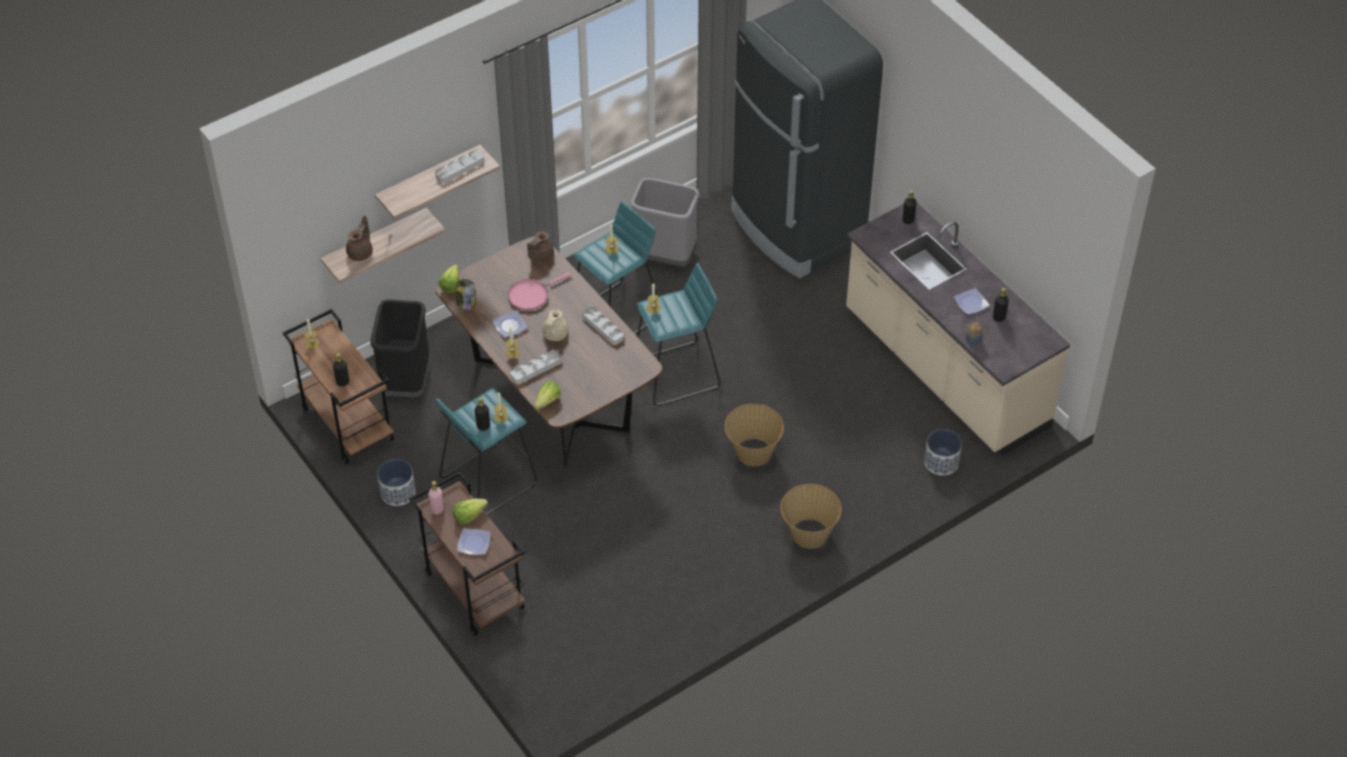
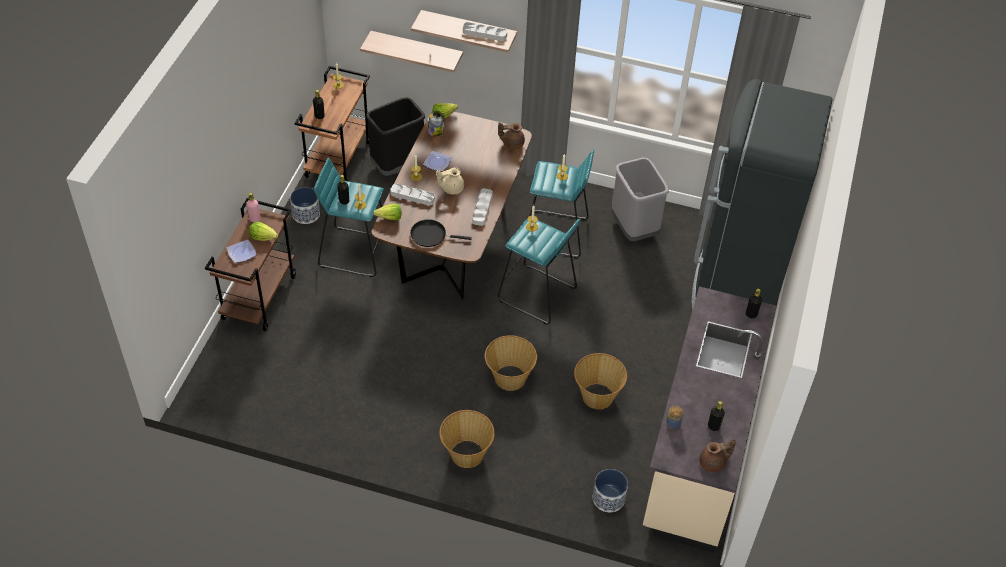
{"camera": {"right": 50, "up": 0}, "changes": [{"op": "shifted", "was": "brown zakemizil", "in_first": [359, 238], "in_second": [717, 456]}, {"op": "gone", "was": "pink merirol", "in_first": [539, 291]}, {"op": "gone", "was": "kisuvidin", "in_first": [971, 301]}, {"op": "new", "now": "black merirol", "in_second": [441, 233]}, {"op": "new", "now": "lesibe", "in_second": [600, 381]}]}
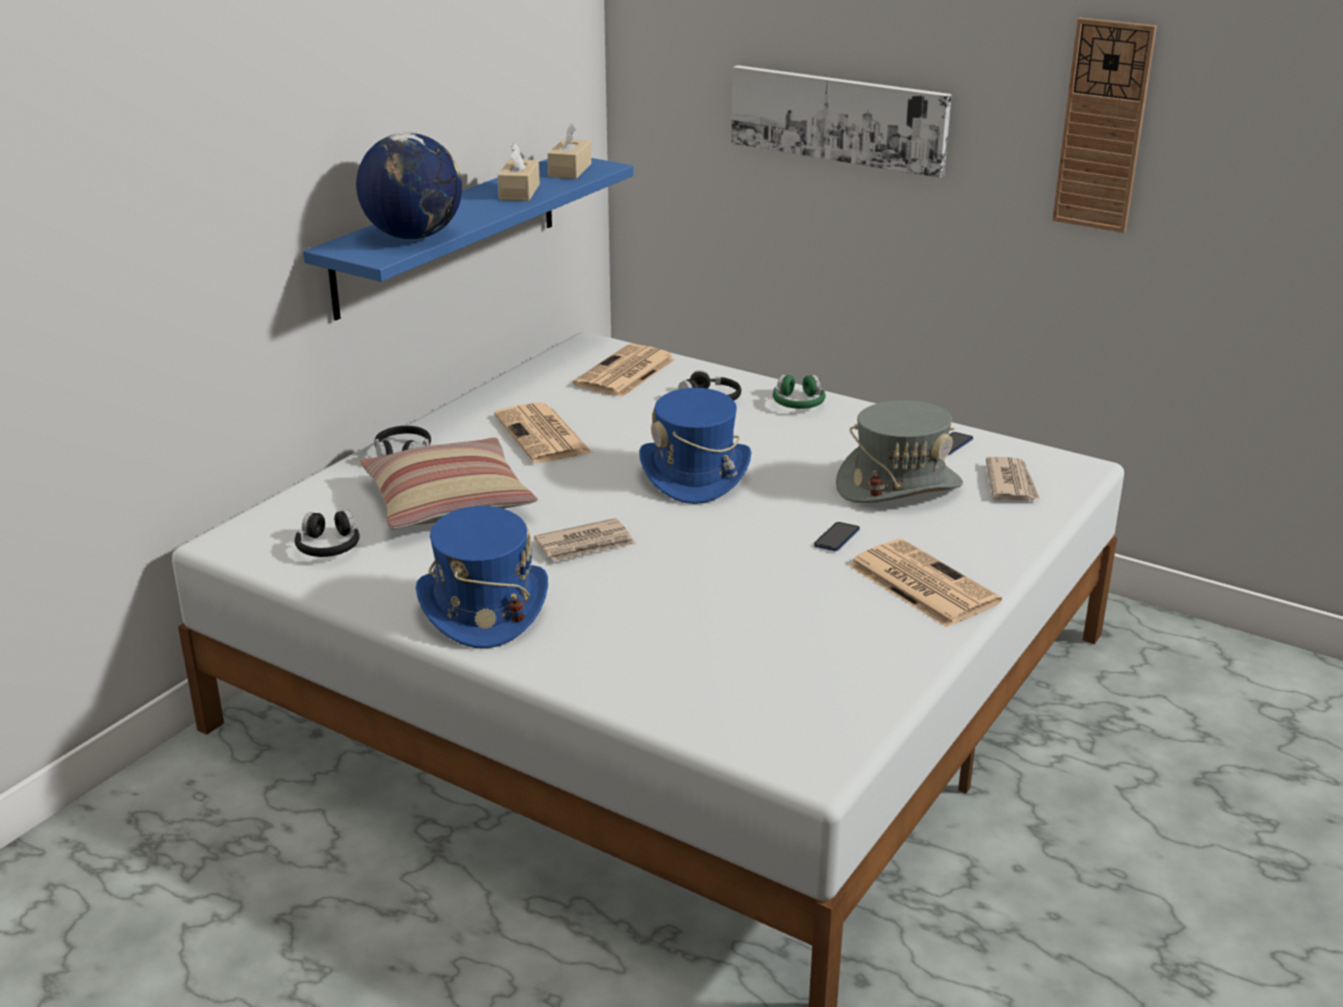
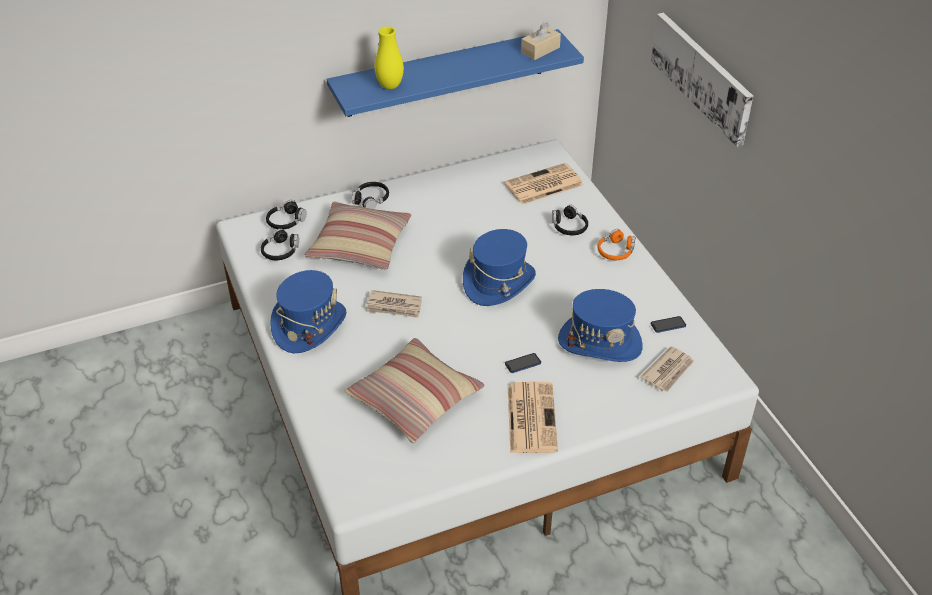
{"camera": {"right": 35, "up": 15}, "changes": [{"op": "swapped", "was": "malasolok", "now": "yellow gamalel", "in_first": [409, 186], "in_second": [389, 58]}, {"op": "gone", "was": "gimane", "in_first": [543, 432]}, {"op": "gone", "was": "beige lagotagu", "in_first": [519, 172]}, {"op": "repainted", "was": "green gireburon", "now": "orange gireburon", "in_first": [799, 391], "in_second": [616, 244]}, {"op": "repainted", "was": "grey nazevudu", "now": "blue nazevudu", "in_first": [899, 451], "in_second": [600, 325]}, {"op": "gone", "was": "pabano", "in_first": [1104, 125]}, {"op": "new", "now": "black gireburon", "in_second": [286, 214]}, {"op": "new", "now": "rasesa", "in_second": [414, 391]}]}
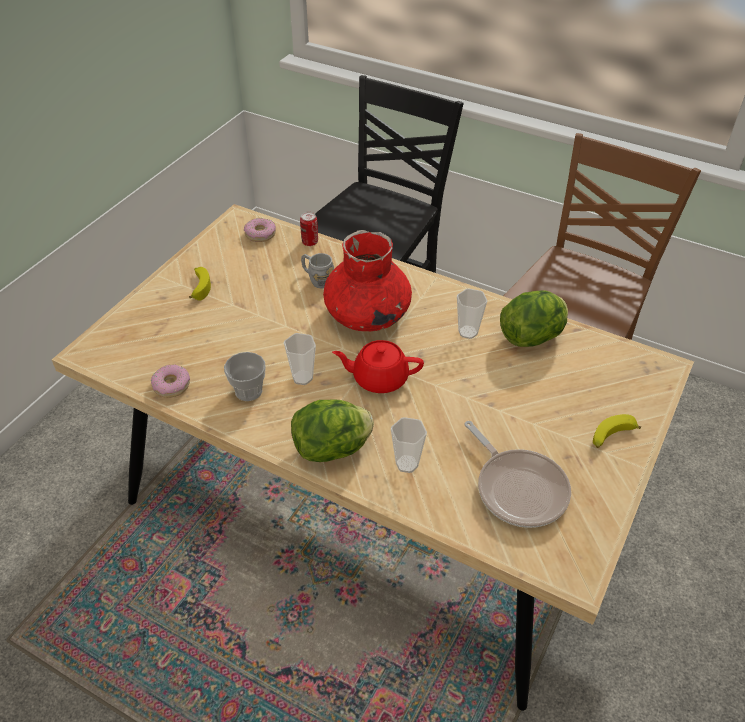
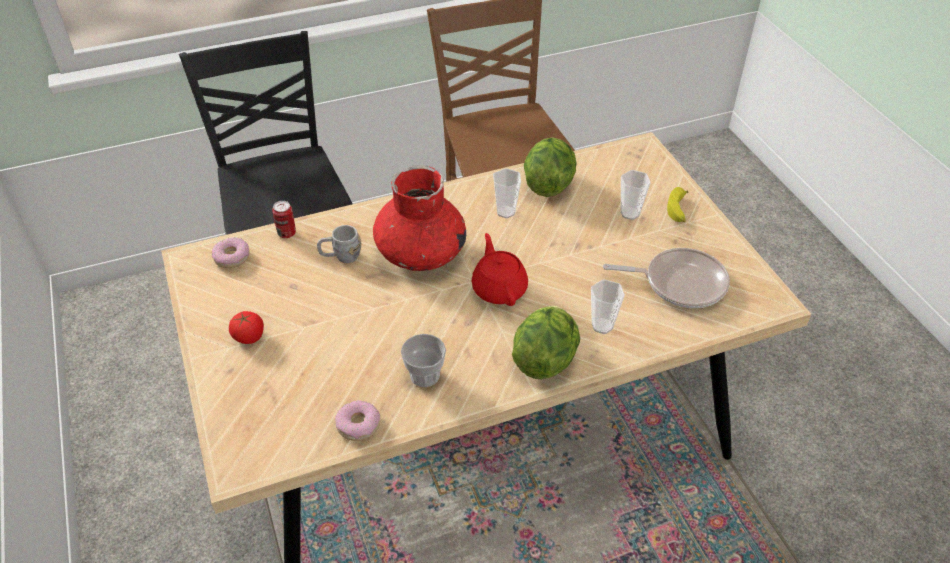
{"camera": {"right": -50, "up": 0}, "changes": [{"op": "swapped", "was": "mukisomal", "now": "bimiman", "in_first": [200, 284], "in_second": [246, 327]}, {"op": "shifted", "was": "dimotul", "in_first": [300, 359], "in_second": [636, 195]}, {"op": "rotated", "was": "red zakemizil", "in_first": [378, 366], "in_second": [500, 269], "clockwise": 120}]}
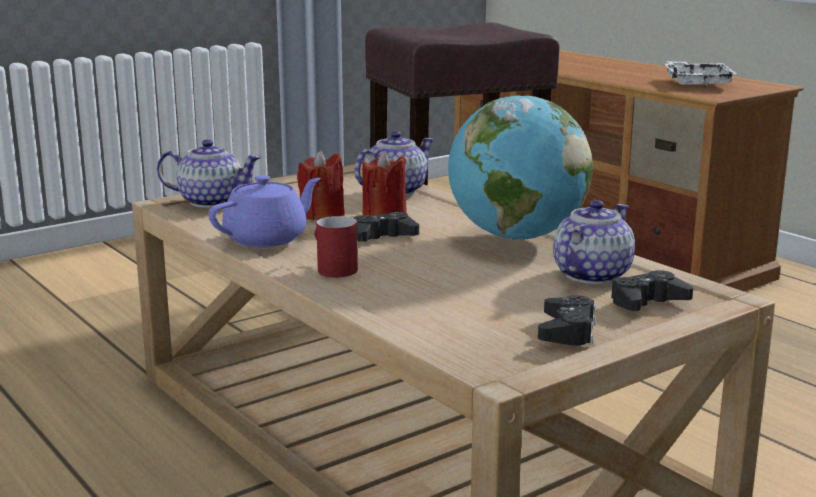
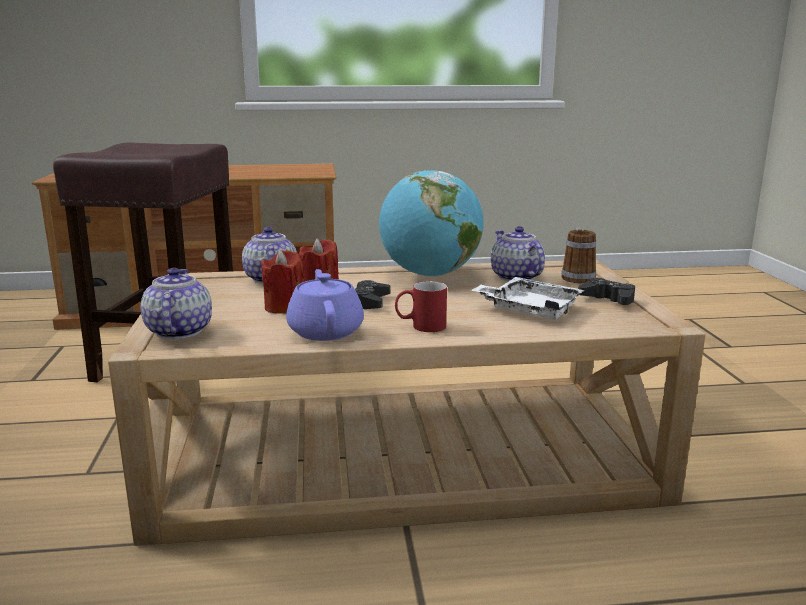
{"camera": {"right": -60, "up": 0}, "changes": [{"op": "rotated", "was": "zakemizil", "in_first": [209, 173], "in_second": [176, 303], "clockwise": -45}, {"op": "swapped", "was": "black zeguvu", "now": "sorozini", "in_first": [652, 290], "in_second": [578, 255]}, {"op": "shifted", "was": "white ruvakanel", "in_first": [700, 74], "in_second": [527, 298]}]}
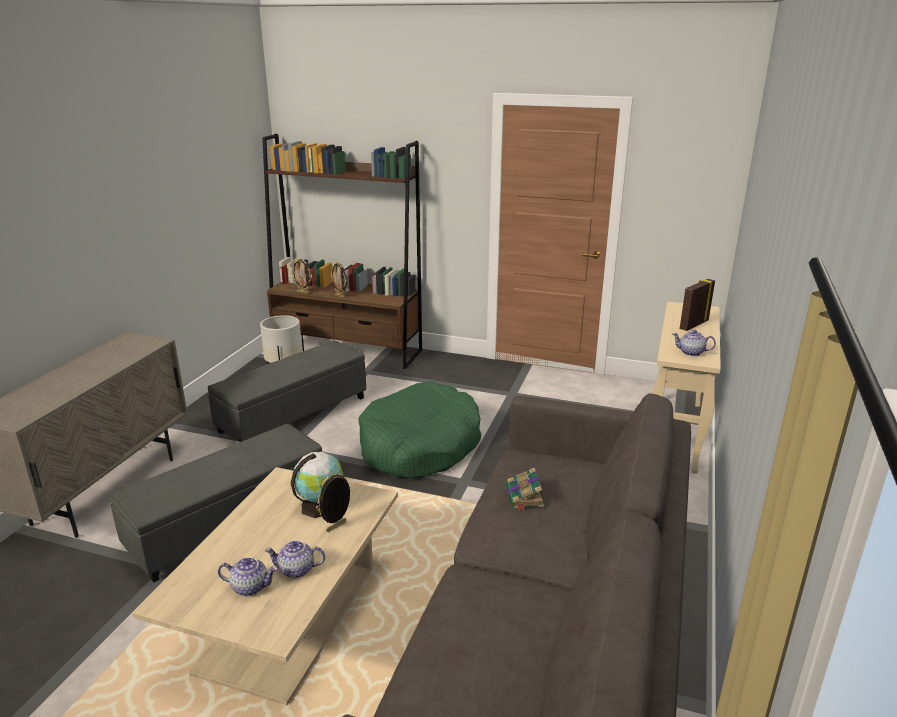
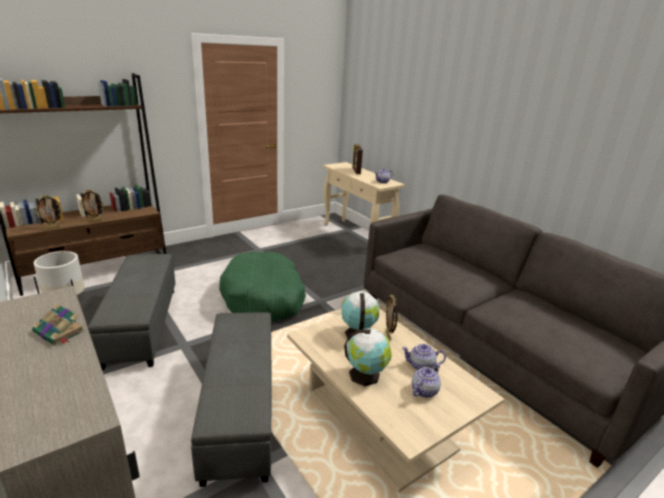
{"camera": {"right": -55, "up": 0}, "changes": [{"op": "rotated", "was": "zakemizil", "in_first": [295, 559], "in_second": [424, 357], "clockwise": 60}, {"op": "shifted", "was": "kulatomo", "in_first": [525, 489], "in_second": [58, 324]}, {"op": "new", "now": "malasolok", "in_second": [368, 357]}]}
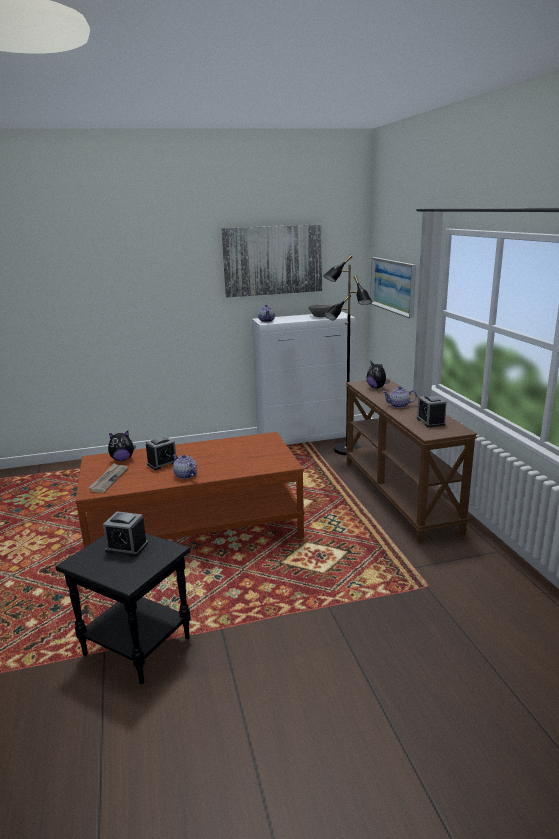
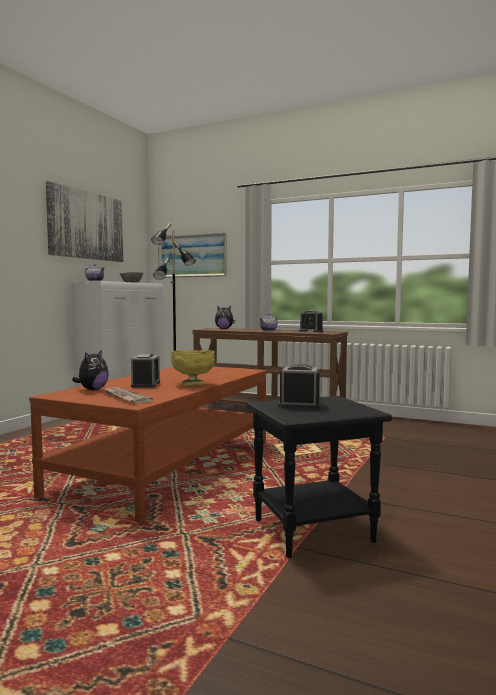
{"camera": {"right": -50, "up": -15}, "changes": [{"op": "rotated", "was": "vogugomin", "in_first": [125, 534], "in_second": [299, 386], "clockwise": -135}, {"op": "swapped", "was": "zakemizil", "now": "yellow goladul", "in_first": [185, 466], "in_second": [193, 368]}]}
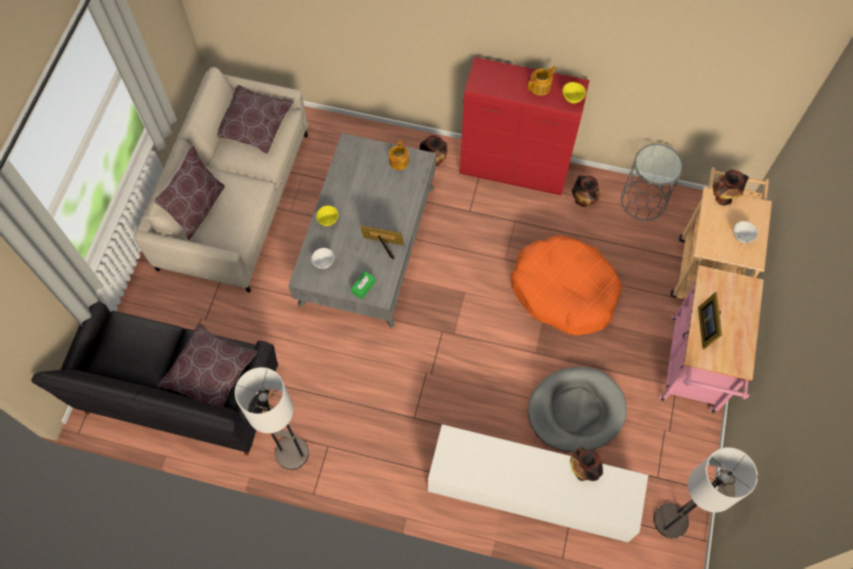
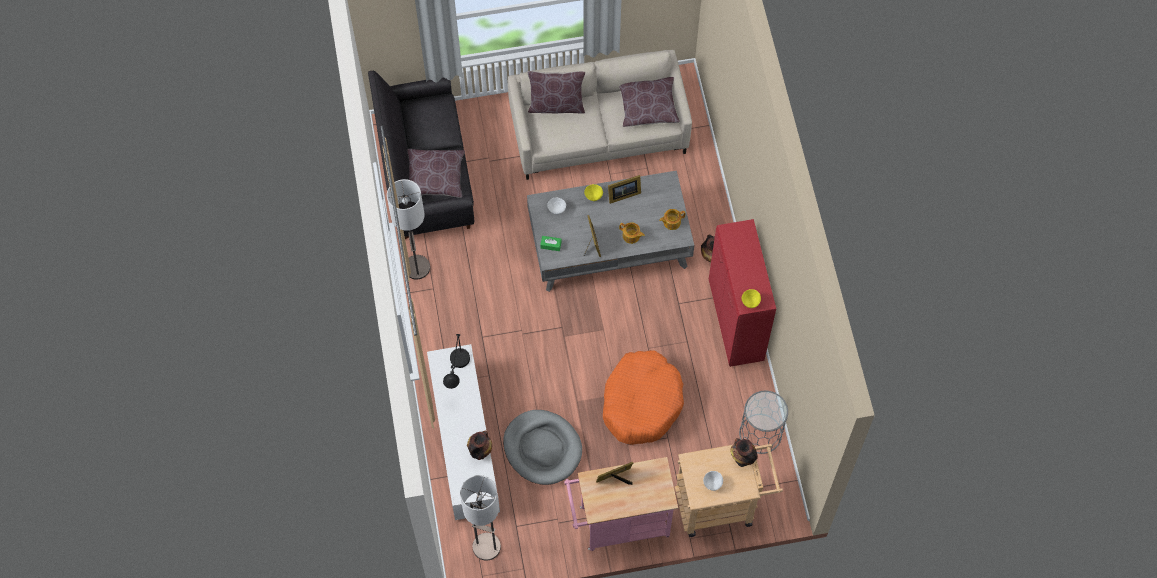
{"camera": {"right": 65, "up": 0}, "changes": [{"op": "shifted", "was": "zakemizil", "in_first": [542, 81], "in_second": [632, 233]}, {"op": "gone", "was": "gamalel", "in_first": [586, 191]}, {"op": "new", "now": "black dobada", "in_second": [456, 361]}, {"op": "new", "now": "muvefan", "in_second": [624, 189]}]}
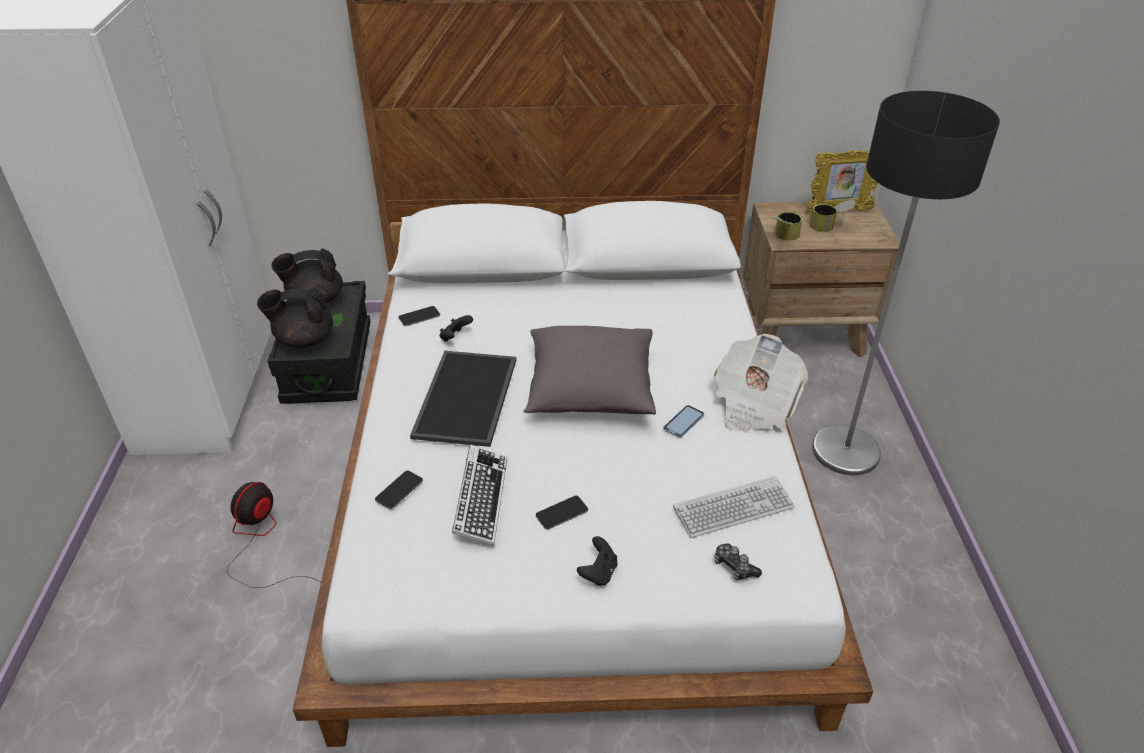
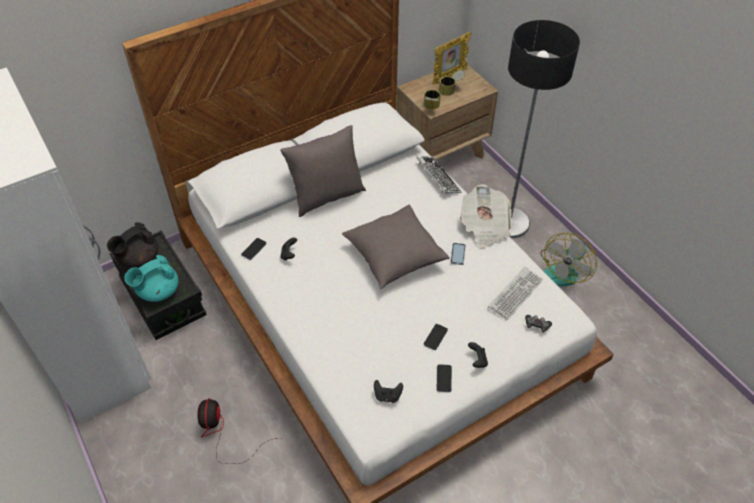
{"camera": {"right": -30, "up": 10}, "changes": [{"op": "repainted", "was": "black zakemizil", "now": "turquoise zakemizil", "in_first": [295, 317], "in_second": [151, 278]}, {"op": "shifted", "was": "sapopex", "in_first": [399, 490], "in_second": [444, 378]}, {"op": "gone", "was": "ruvakanel", "in_first": [463, 399]}, {"op": "shifted", "was": "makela", "in_first": [479, 494], "in_second": [439, 175]}, {"op": "new", "now": "grey rasesa", "in_second": [323, 171]}, {"op": "new", "now": "black zeguvu", "in_second": [388, 391]}, {"op": "new", "now": "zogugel", "in_second": [569, 260]}]}
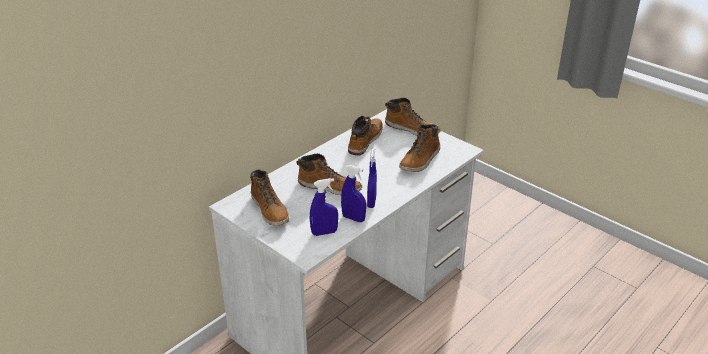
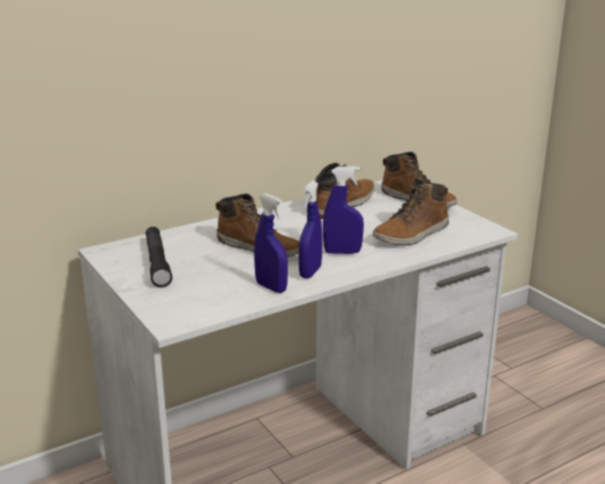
{"camera": {"right": 15, "up": -10}, "changes": [{"op": "swapped", "was": "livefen", "now": "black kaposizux", "in_first": [269, 198], "in_second": [159, 257]}, {"op": "shifted", "was": "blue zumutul", "in_first": [324, 207], "in_second": [343, 210]}]}
